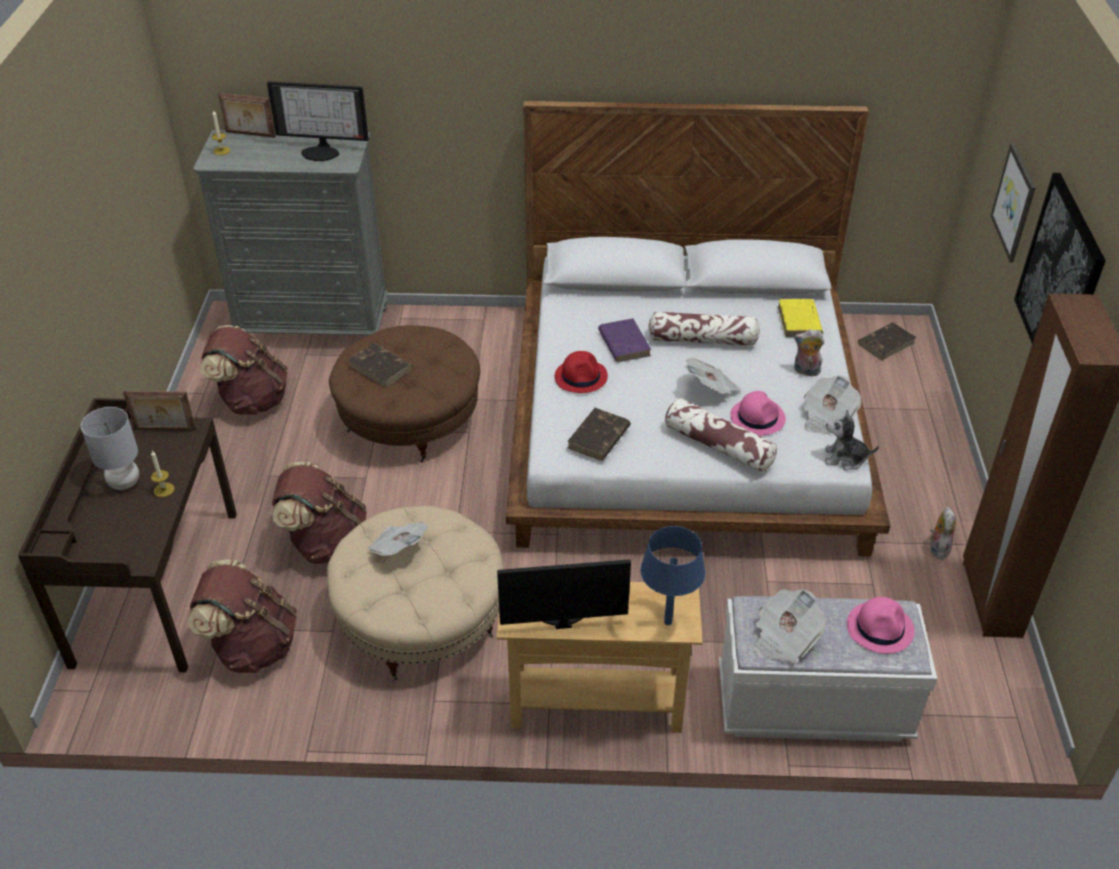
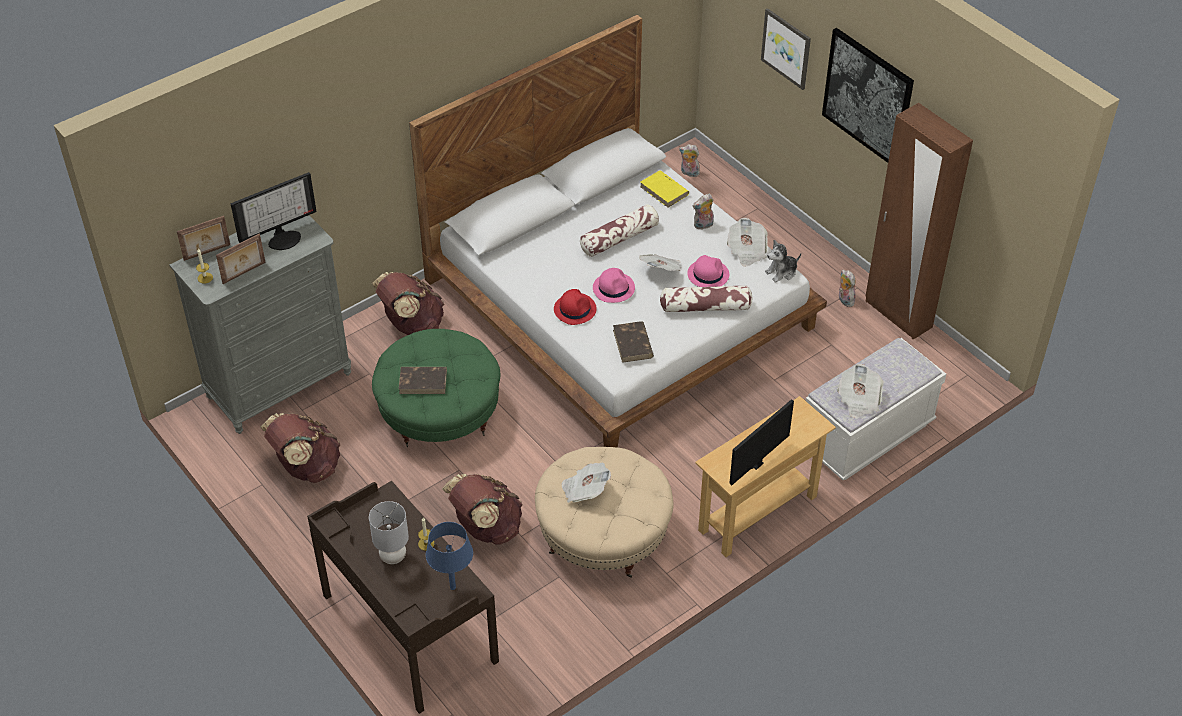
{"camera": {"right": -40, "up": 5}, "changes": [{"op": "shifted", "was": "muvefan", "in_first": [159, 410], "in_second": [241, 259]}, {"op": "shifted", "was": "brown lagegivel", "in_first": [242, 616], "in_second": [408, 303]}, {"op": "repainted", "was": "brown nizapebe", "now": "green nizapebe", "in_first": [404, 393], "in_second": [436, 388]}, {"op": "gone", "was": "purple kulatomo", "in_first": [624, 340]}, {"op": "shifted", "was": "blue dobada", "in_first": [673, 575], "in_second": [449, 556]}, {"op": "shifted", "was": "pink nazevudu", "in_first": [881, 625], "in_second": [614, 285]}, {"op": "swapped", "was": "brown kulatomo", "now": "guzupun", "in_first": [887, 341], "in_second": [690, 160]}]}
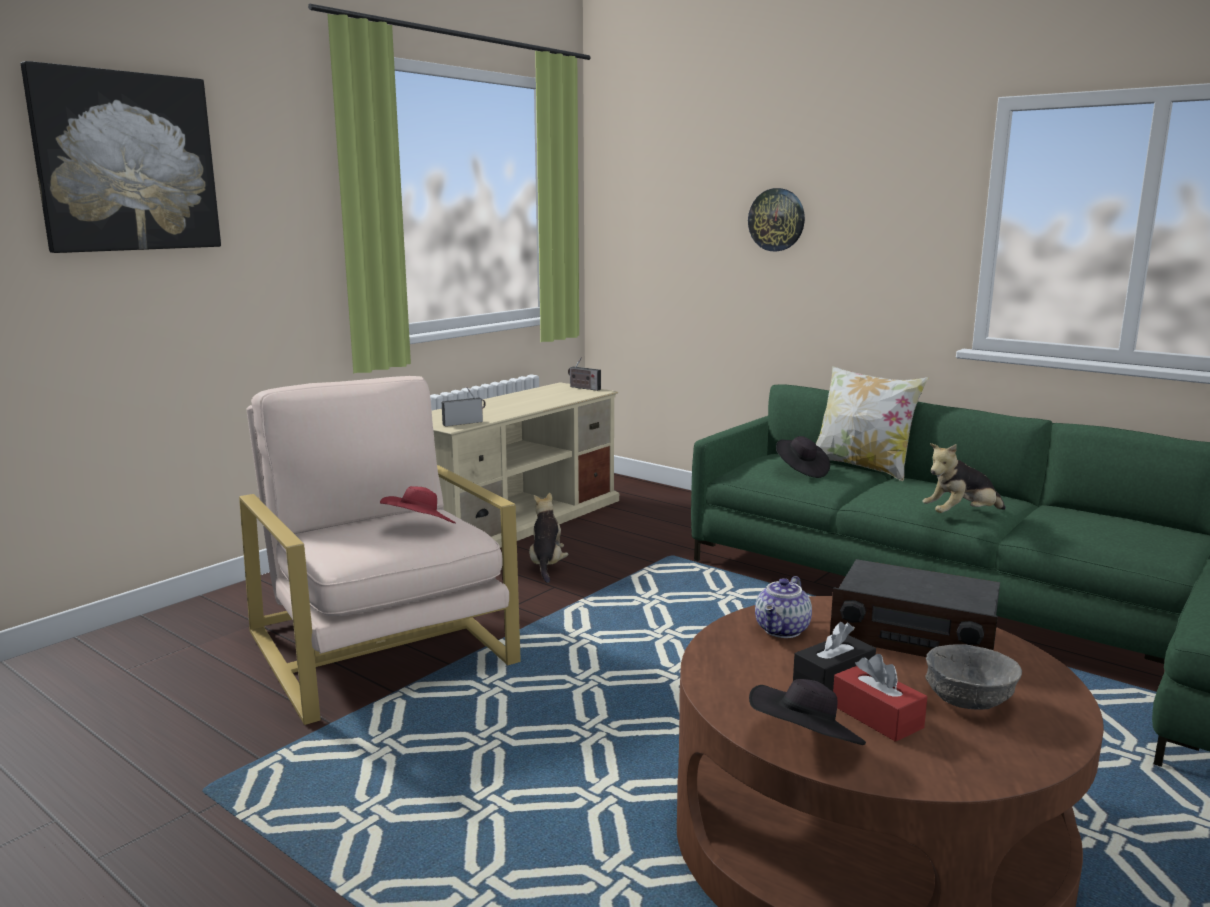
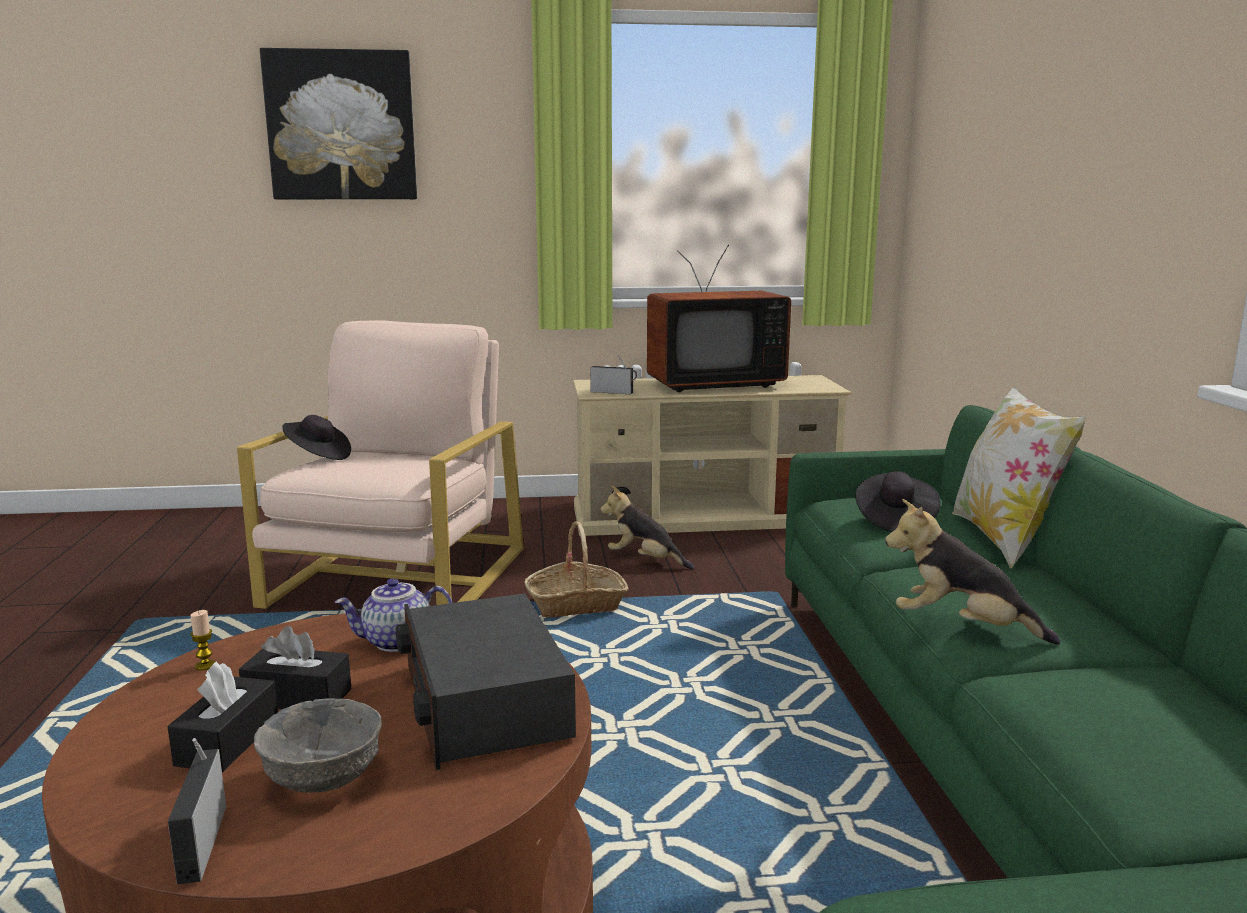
{"camera": {"right": 45, "up": 0}, "changes": [{"op": "gone", "was": "red nazevudu", "in_first": [418, 504]}, {"op": "rotated", "was": "guzupun", "in_first": [548, 538], "in_second": [647, 527], "clockwise": -105}, {"op": "shifted", "was": "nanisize", "in_first": [584, 374], "in_second": [197, 811]}, {"op": "gone", "was": "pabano", "in_first": [776, 219]}, {"op": "shifted", "was": "black nazevudu", "in_first": [807, 712], "in_second": [316, 437]}, {"op": "repainted", "was": "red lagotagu", "now": "black lagotagu", "in_first": [880, 698], "in_second": [222, 717]}, {"op": "new", "now": "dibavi", "in_second": [203, 640]}, {"op": "new", "now": "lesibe", "in_second": [576, 569]}, {"op": "new", "now": "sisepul", "in_second": [719, 318]}]}
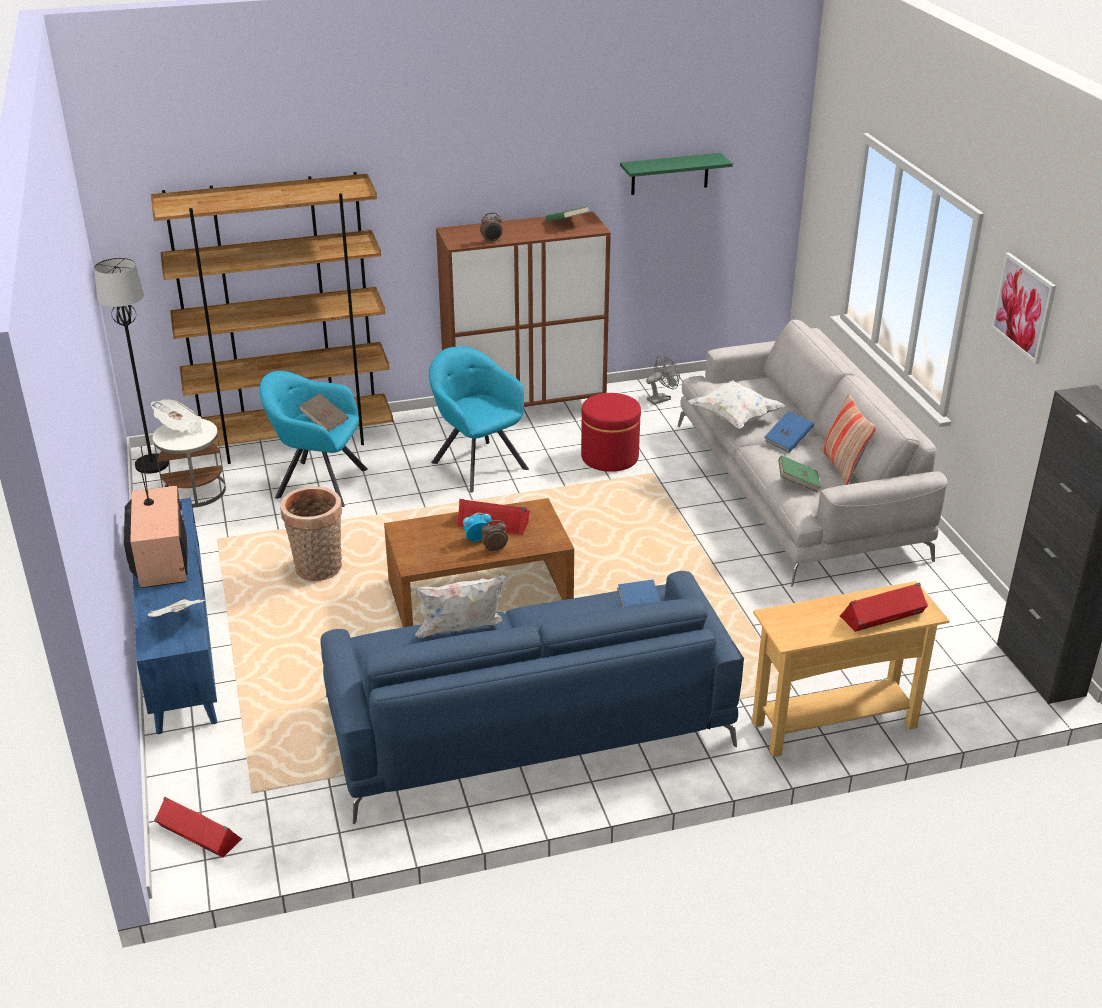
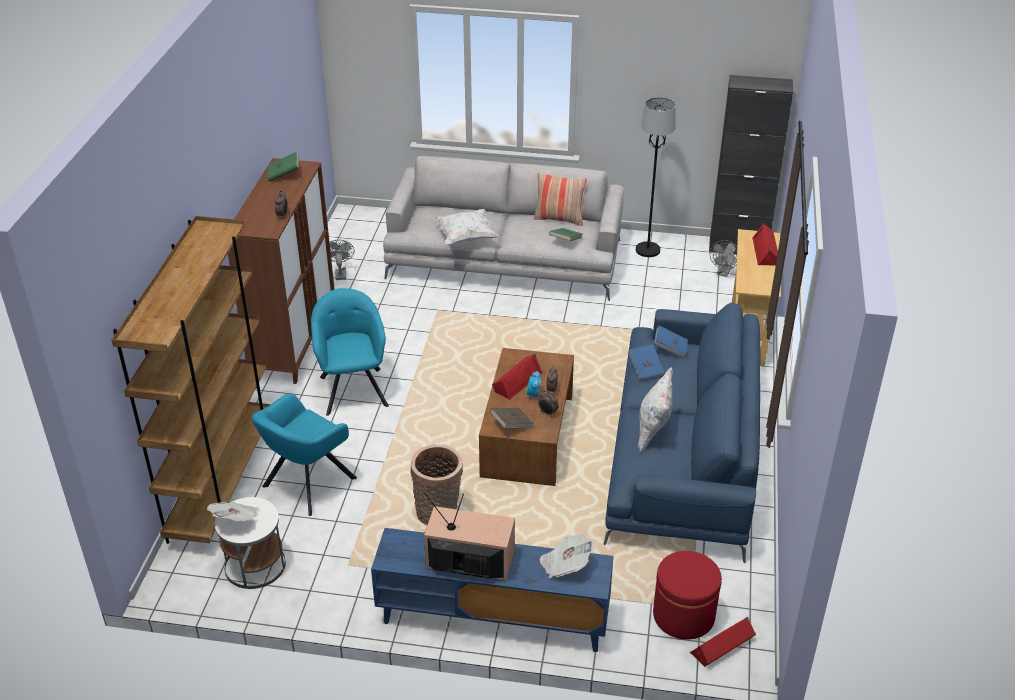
{"camera": {"right": -65, "up": 5}, "changes": [{"op": "shifted", "was": "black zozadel", "in_first": [131, 365], "in_second": [655, 177]}, {"op": "shifted", "was": "brown kulatomo", "in_first": [323, 412], "in_second": [512, 418]}, {"op": "rotated", "was": "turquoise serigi", "in_first": [479, 419], "in_second": [350, 352], "clockwise": 90}, {"op": "shifted", "was": "red nizapebe", "in_first": [611, 432], "in_second": [687, 595]}, {"op": "gone", "was": "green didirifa", "in_first": [676, 174]}, {"op": "shifted", "was": "blue kulatomo", "in_first": [789, 432], "in_second": [646, 362]}, {"op": "gone", "was": "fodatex", "in_first": [1023, 308]}, {"op": "new", "now": "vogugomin", "in_second": [548, 403]}, {"op": "new", "now": "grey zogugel", "in_second": [723, 258]}]}
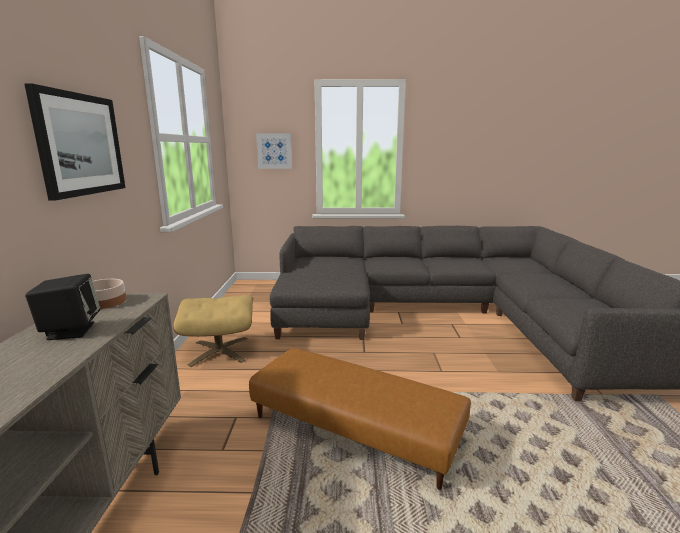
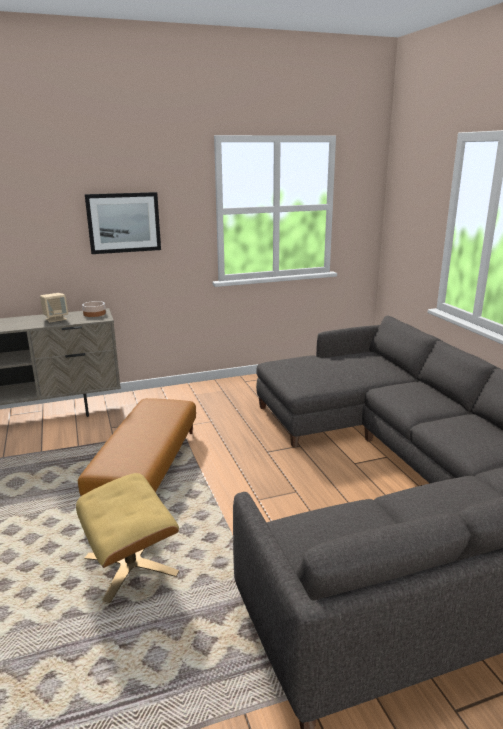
{"camera": {"right": 70, "up": 5}, "changes": [{"op": "repainted", "was": "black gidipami", "now": "beige gidipami", "in_first": [62, 307], "in_second": [54, 308]}, {"op": "shifted", "was": "beige nizapebe", "in_first": [213, 331], "in_second": [127, 538]}, {"op": "gone", "was": "fodatex", "in_first": [274, 151]}]}
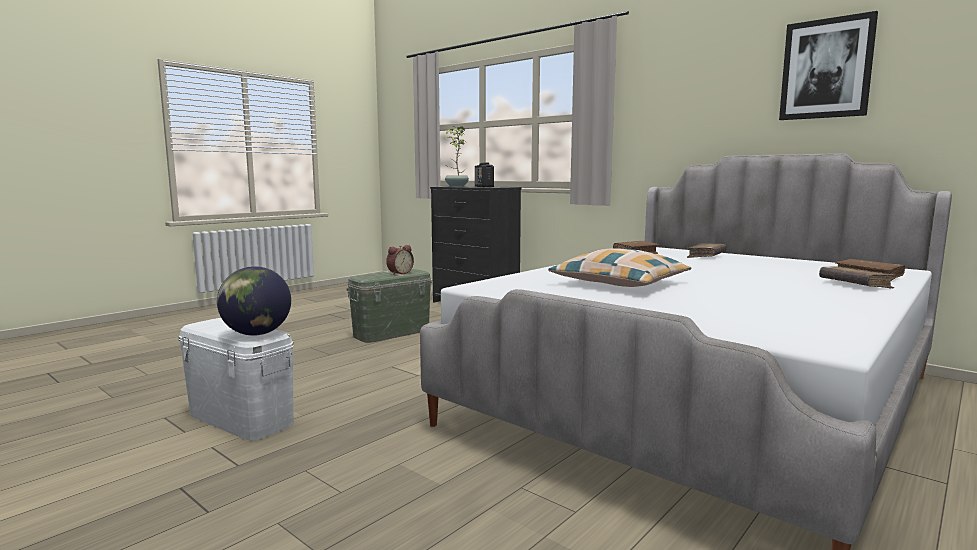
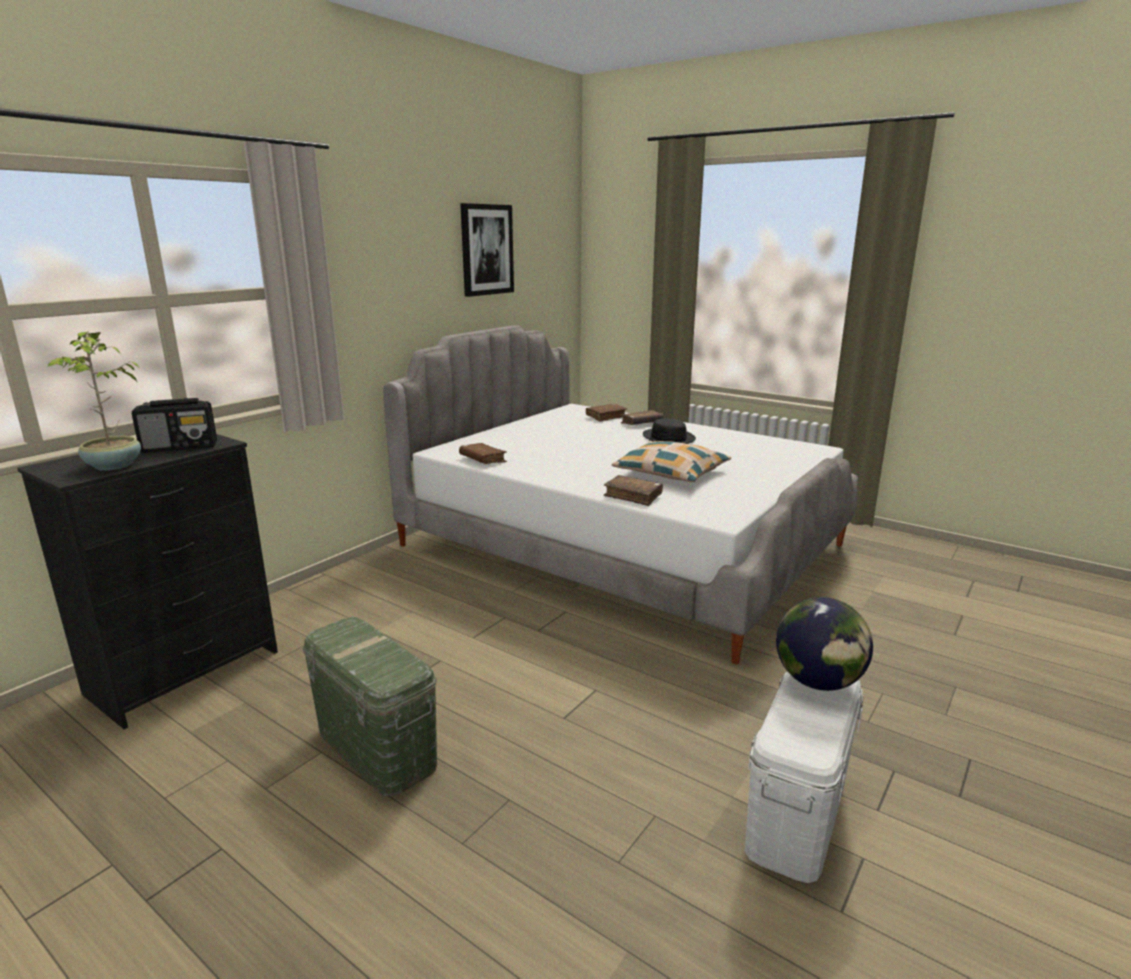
{"camera": {"right": -95, "up": 10}, "changes": [{"op": "gone", "was": "vogugomin", "in_first": [400, 260]}, {"op": "shifted", "was": "brown kulatomo", "in_first": [707, 250], "in_second": [633, 490]}, {"op": "new", "now": "black nazevudu", "in_second": [669, 431]}]}
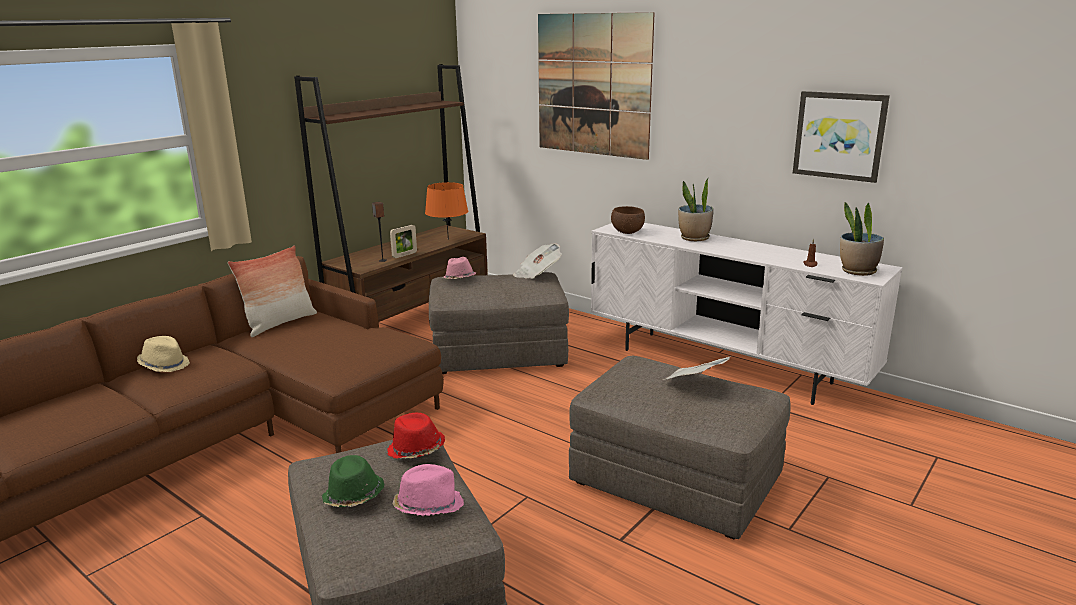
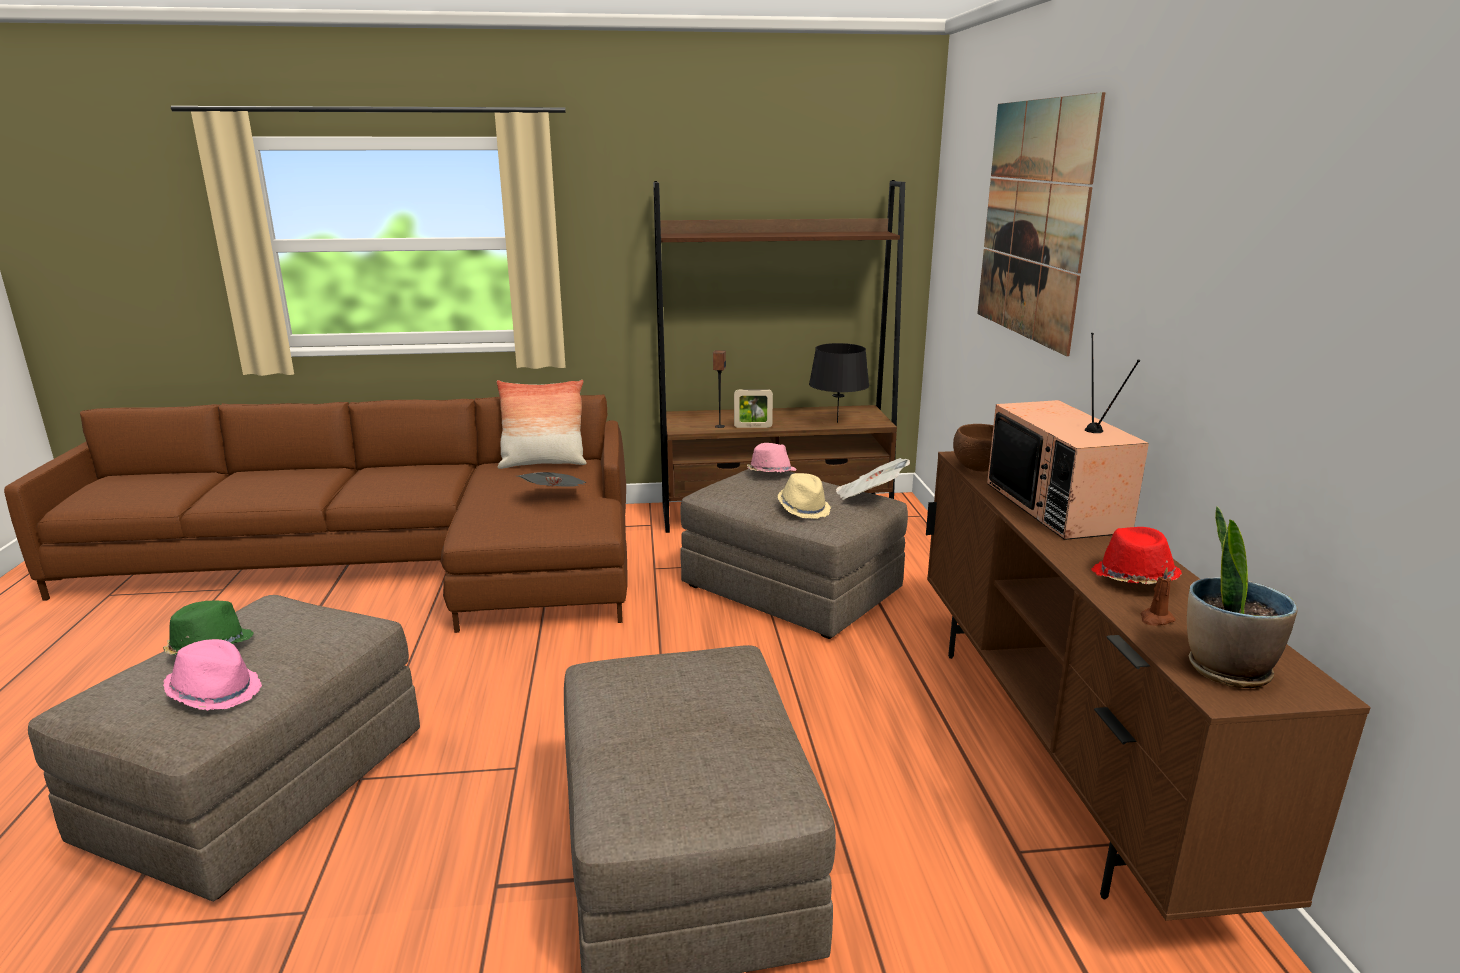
{"camera": {"right": 45, "up": 0}, "changes": [{"op": "shifted", "was": "beige nazevudu", "in_first": [163, 354], "in_second": [804, 496]}, {"op": "shifted", "was": "red nazevudu", "in_first": [416, 436], "in_second": [1136, 555]}, {"op": "repainted", "was": "orange dobada", "now": "black dobada", "in_first": [446, 211], "in_second": [839, 383]}, {"op": "repainted", "was": "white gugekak", "now": "brown gugekak", "in_first": [747, 314], "in_second": [1148, 686]}, {"op": "shifted", "was": "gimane", "in_first": [697, 368], "in_second": [551, 479]}, {"op": "swapped", "was": "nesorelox", "now": "sisepul", "in_first": [695, 210], "in_second": [1068, 436]}, {"op": "gone", "was": "fodatex", "in_first": [841, 137]}]}
